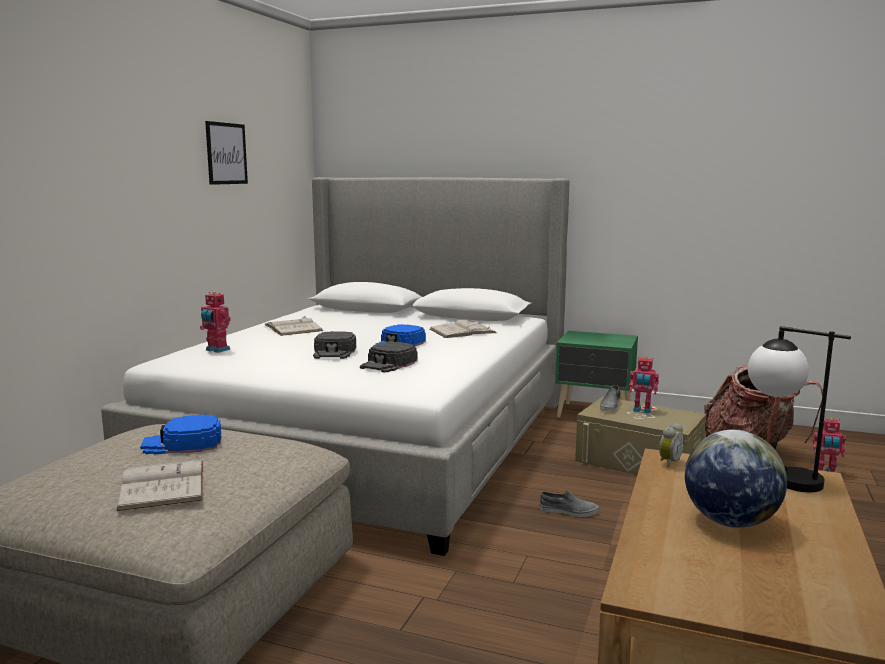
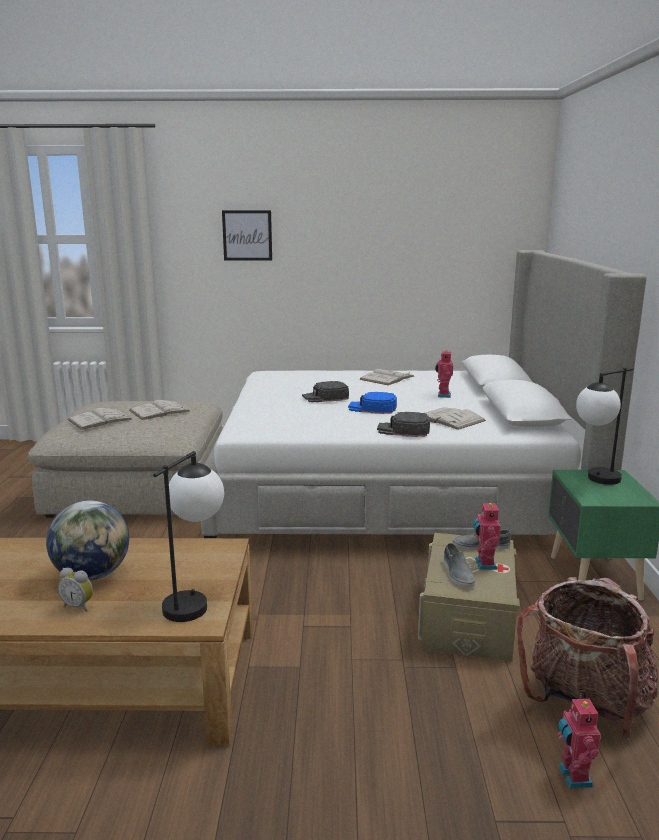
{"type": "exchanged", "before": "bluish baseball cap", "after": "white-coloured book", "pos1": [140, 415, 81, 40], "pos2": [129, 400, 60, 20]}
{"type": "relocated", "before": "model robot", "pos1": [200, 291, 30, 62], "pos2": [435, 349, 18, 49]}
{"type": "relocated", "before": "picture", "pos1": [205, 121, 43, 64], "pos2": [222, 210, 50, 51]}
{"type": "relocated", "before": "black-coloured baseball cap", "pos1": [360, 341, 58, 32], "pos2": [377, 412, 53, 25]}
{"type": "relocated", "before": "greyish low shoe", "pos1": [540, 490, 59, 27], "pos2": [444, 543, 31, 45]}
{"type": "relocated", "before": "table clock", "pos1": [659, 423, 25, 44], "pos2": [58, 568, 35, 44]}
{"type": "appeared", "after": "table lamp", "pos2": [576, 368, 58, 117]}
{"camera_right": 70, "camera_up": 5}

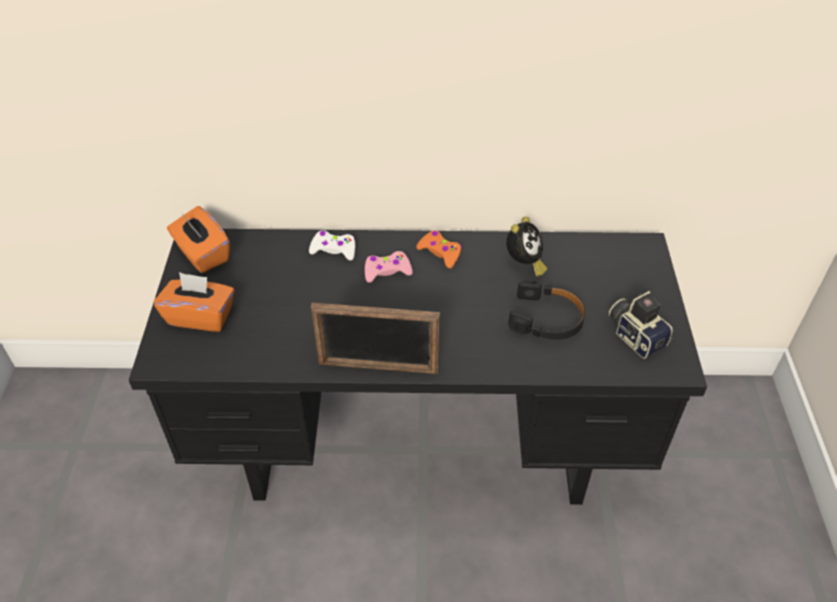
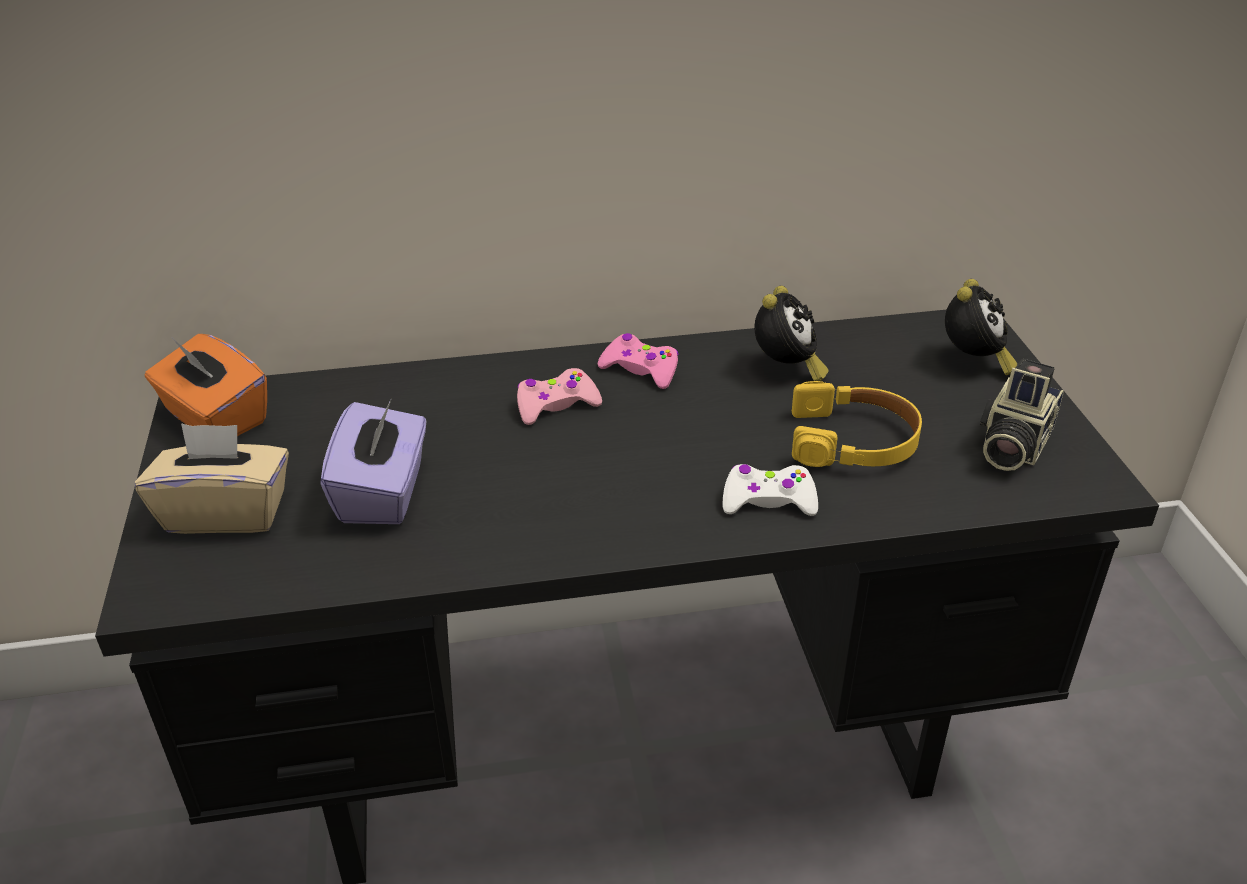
{"type": "colour", "before": "orange-coloured tissue holder", "after": "beige-coloured tissue holder", "pos1": [154, 272, 81, 60], "pos2": [134, 423, 155, 111]}
{"type": "relocated", "before": "white-coloured game controller", "pos1": [309, 230, 46, 31], "pos2": [722, 464, 96, 52]}
{"type": "missing", "before": "picture frame", "pos1": [311, 303, 129, 71]}
{"type": "colour", "before": "orange-coloured game controller", "after": "pinkish game controller", "pos1": [416, 230, 46, 39], "pos2": [598, 333, 81, 56]}
{"type": "colour", "before": "black-coloured headset", "after": "yellowish headset", "pos1": [508, 280, 78, 60], "pos2": [792, 381, 130, 86]}
{"type": "spun", "before": "photo camera", "pos1": [609, 291, 64, 68], "pos2": [980, 359, 84, 112], "turn": -105}
{"type": "appeared", "after": "purple tissue holder", "pos2": [320, 398, 106, 126]}
{"type": "appeared", "after": "table clock", "pos2": [945, 279, 72, 96]}
{"camera_right": -10, "camera_up": -10}

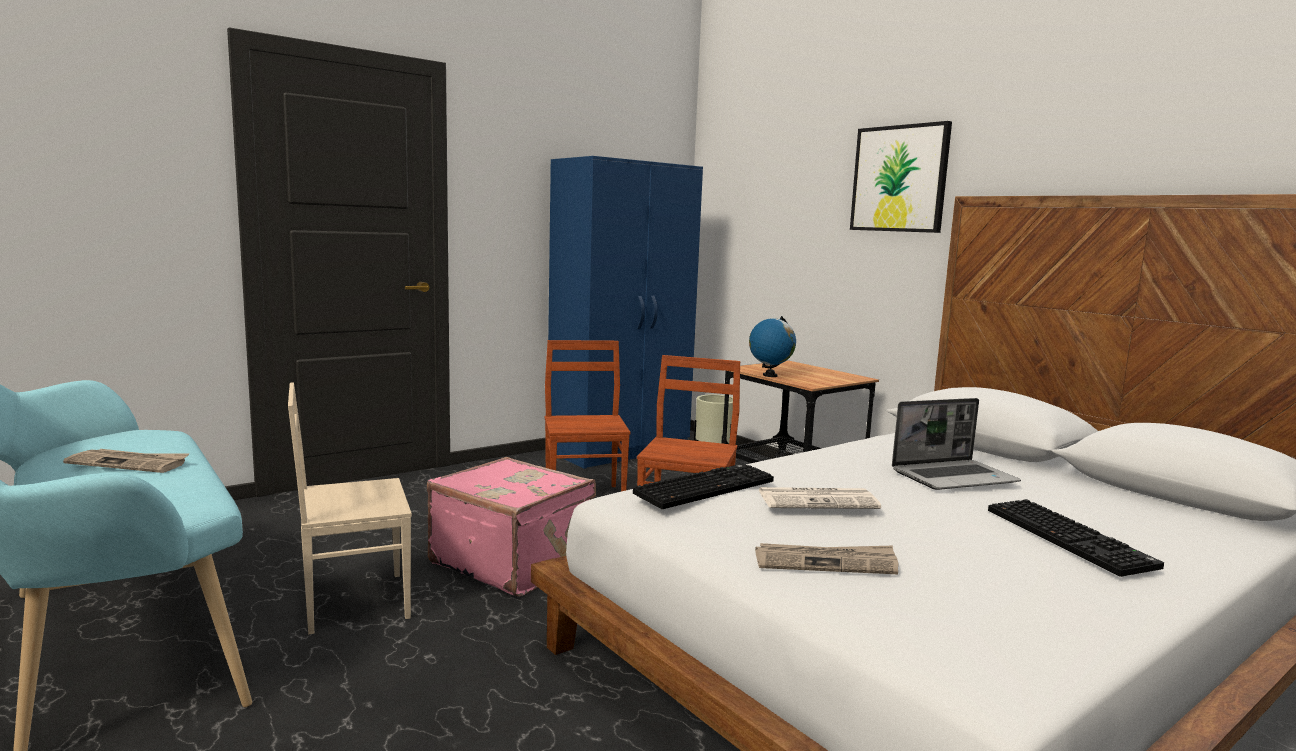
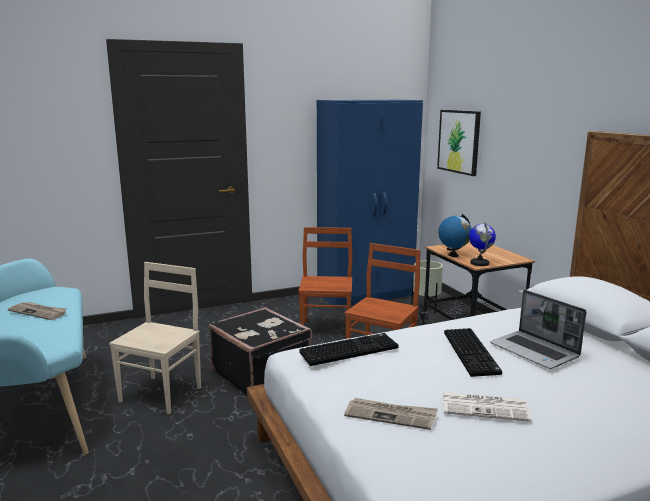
{"type": "spun", "before": "beige-coloured plain chair", "pos1": [288, 382, 124, 252], "pos2": [109, 262, 92, 152], "turn": 120}
{"type": "colour", "before": "pinkish suitcase", "after": "black-coloured suitcase", "pos1": [427, 457, 169, 139], "pos2": [209, 307, 103, 88]}
{"type": "relocated", "before": "newspaper", "pos1": [758, 487, 123, 22], "pos2": [443, 392, 88, 30]}
{"type": "relocated", "before": "picture", "pos1": [850, 121, 102, 112], "pos2": [437, 110, 44, 66]}
{"type": "spun", "before": "laptop", "pos1": [892, 398, 129, 92], "pos2": [490, 290, 96, 79], "turn": 60}
{"type": "relocated", "before": "keyboard", "pos1": [988, 499, 176, 78], "pos2": [444, 328, 58, 49]}
{"type": "appeared", "after": "globe", "pos2": [469, 223, 27, 43]}
{"camera_right": 15, "camera_up": 5}

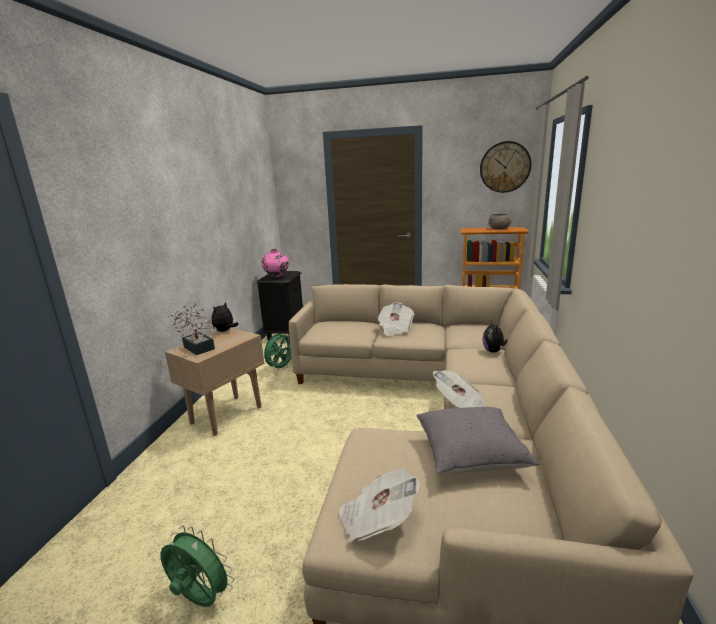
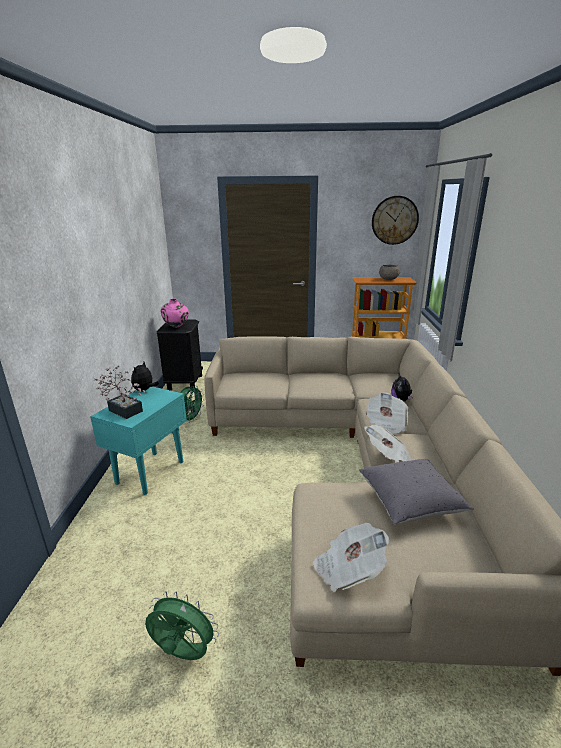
{"type": "colour", "before": "beige-coloured accent table", "after": "turquoise-coloured accent table", "pos1": [165, 327, 99, 109], "pos2": [90, 387, 97, 108]}
{"type": "relocated", "before": "newspaper", "pos1": [378, 302, 36, 34], "pos2": [366, 392, 42, 42]}
{"camera_right": -10, "camera_up": 5}

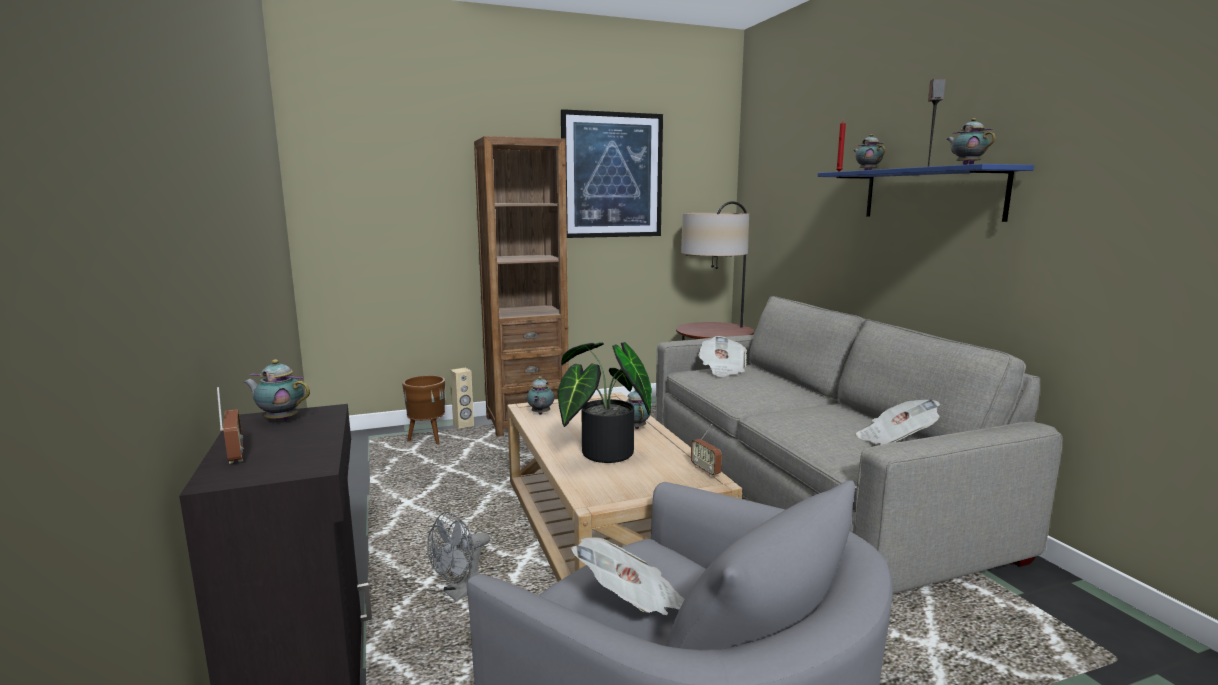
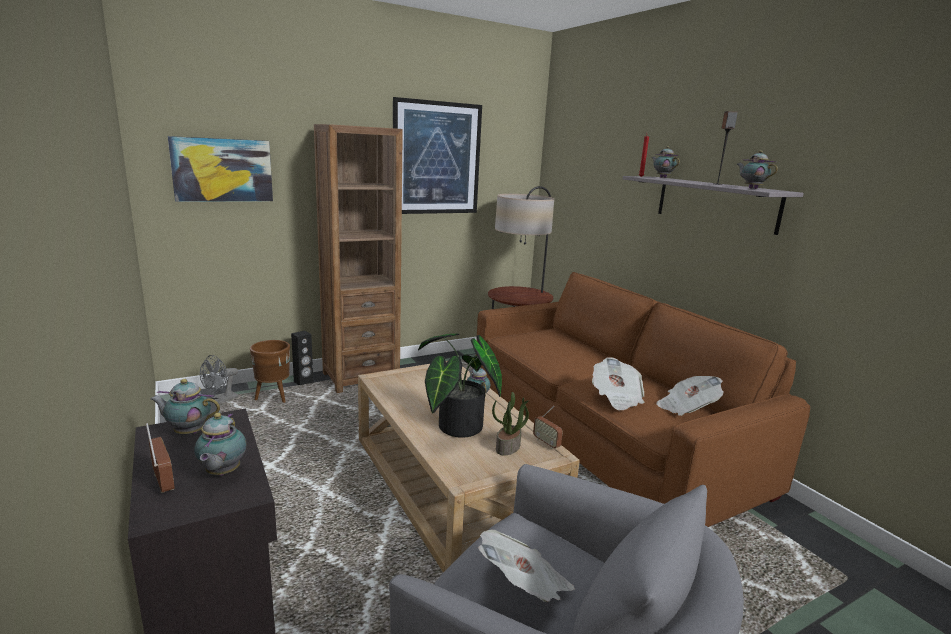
{"type": "relocated", "before": "greyish fan", "pos1": [427, 512, 63, 89], "pos2": [200, 355, 38, 49]}
{"type": "colour", "before": "beige-coloured speaker", "after": "black-coloured speaker", "pos1": [450, 368, 24, 60], "pos2": [291, 331, 22, 54]}
{"type": "relocated", "before": "tea pot", "pos1": [527, 376, 27, 39], "pos2": [194, 413, 53, 63]}
{"type": "colour", "before": "greyish settee", "after": "brown-coloured settee", "pos1": [656, 296, 407, 298], "pos2": [476, 272, 334, 255]}
{"type": "relocated", "before": "newspaper", "pos1": [698, 336, 49, 41], "pos2": [592, 357, 52, 54]}
{"type": "colour", "before": "bluish bracket shelf", "after": "greyish bracket shelf", "pos1": [818, 164, 216, 58], "pos2": [623, 176, 181, 59]}
{"type": "appeared", "after": "picture", "pos2": [168, 136, 105, 66]}
{"type": "appeared", "after": "potted plant", "pos2": [492, 392, 37, 63]}
{"camera_right": -10, "camera_up": 5}

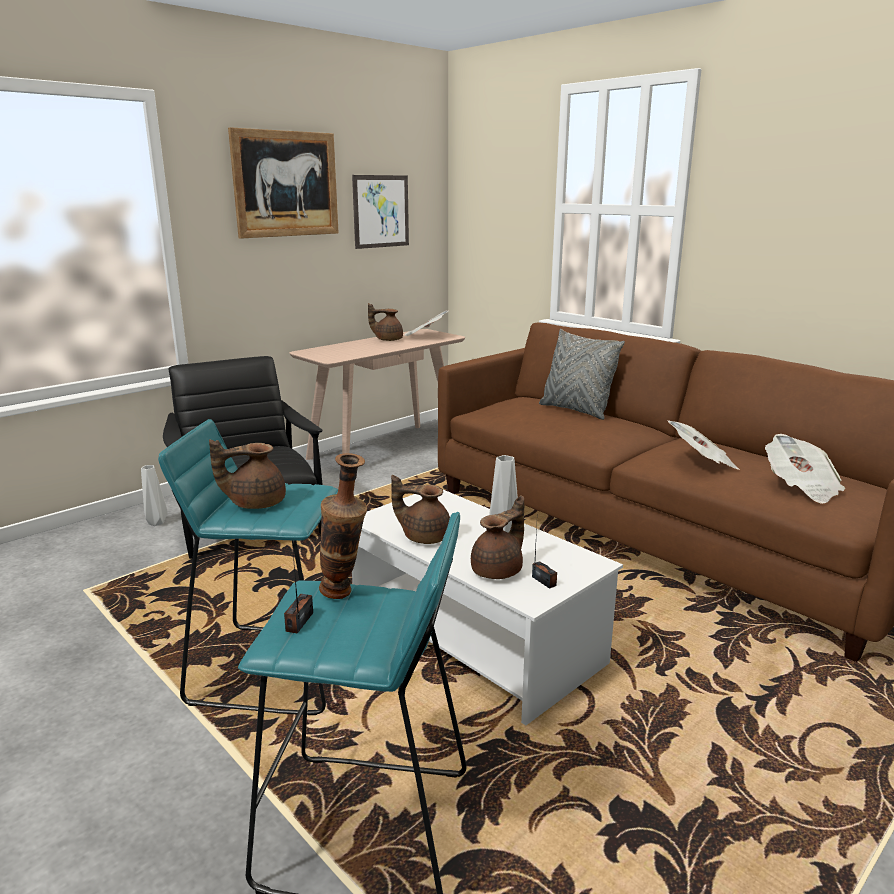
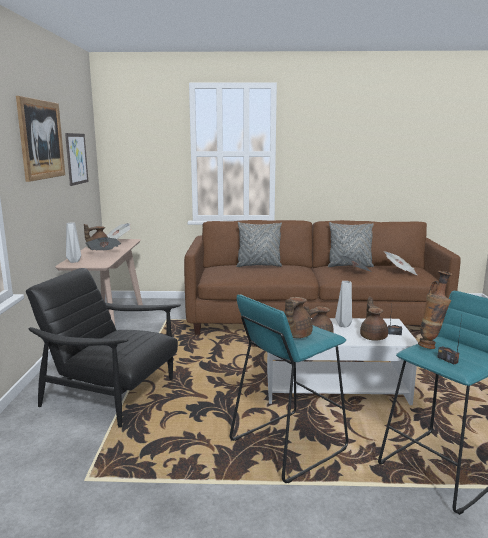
{"type": "relocated", "before": "greyish flower vase", "pos1": [141, 465, 27, 61], "pos2": [66, 222, 15, 41]}
{"type": "appeared", "after": "newspaper", "pos2": [85, 237, 36, 13]}
{"type": "appeared", "after": "greyish pillow", "pos2": [328, 222, 46, 45]}
{"camera_right": -45, "camera_up": -5}

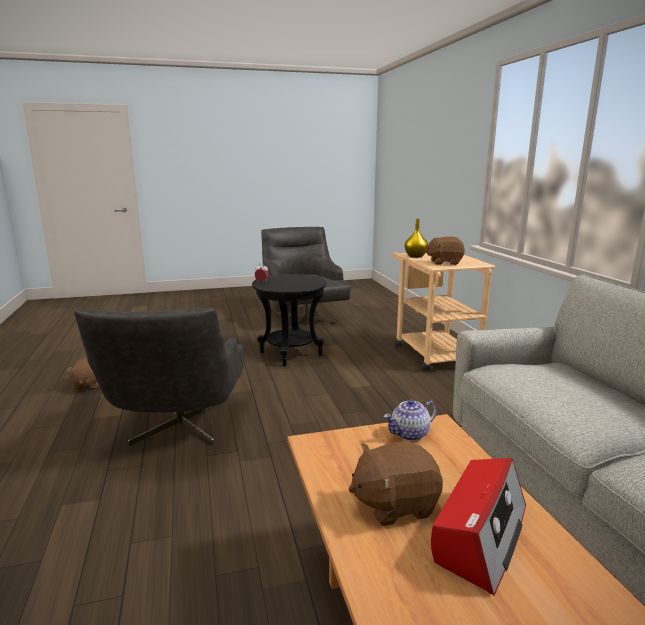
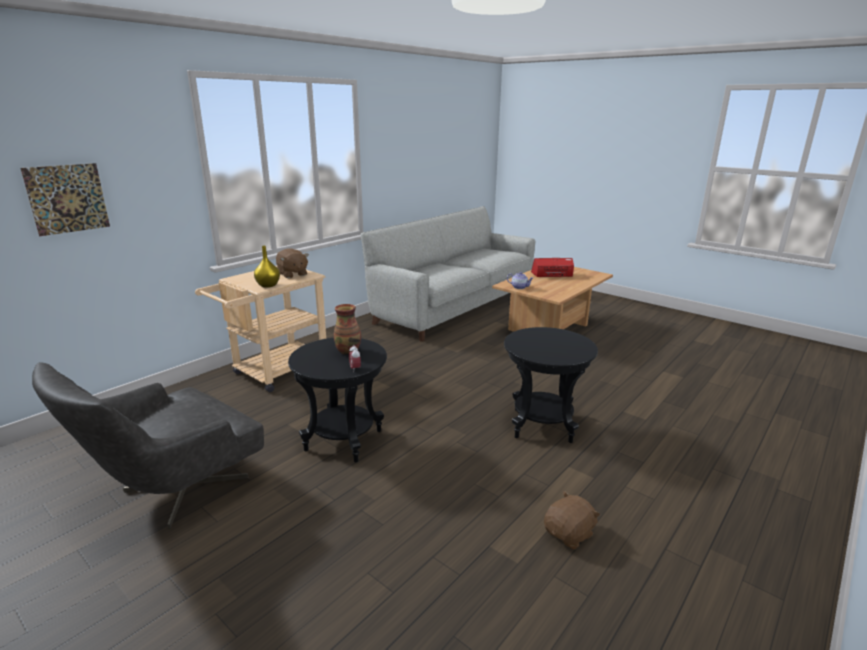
{"type": "exchanged", "before": "greyish easy chair", "after": "black-coloured accent table", "pos1": [74, 308, 170, 138], "pos2": [504, 327, 94, 116]}
{"type": "missing", "before": "brown-coloured plush toy", "pos1": [349, 441, 94, 85]}
{"type": "appeared", "after": "picture", "pos2": [21, 163, 89, 73]}
{"type": "appeared", "after": "flower vase", "pos2": [334, 304, 27, 51]}
{"camera_right": -125, "camera_up": 5}

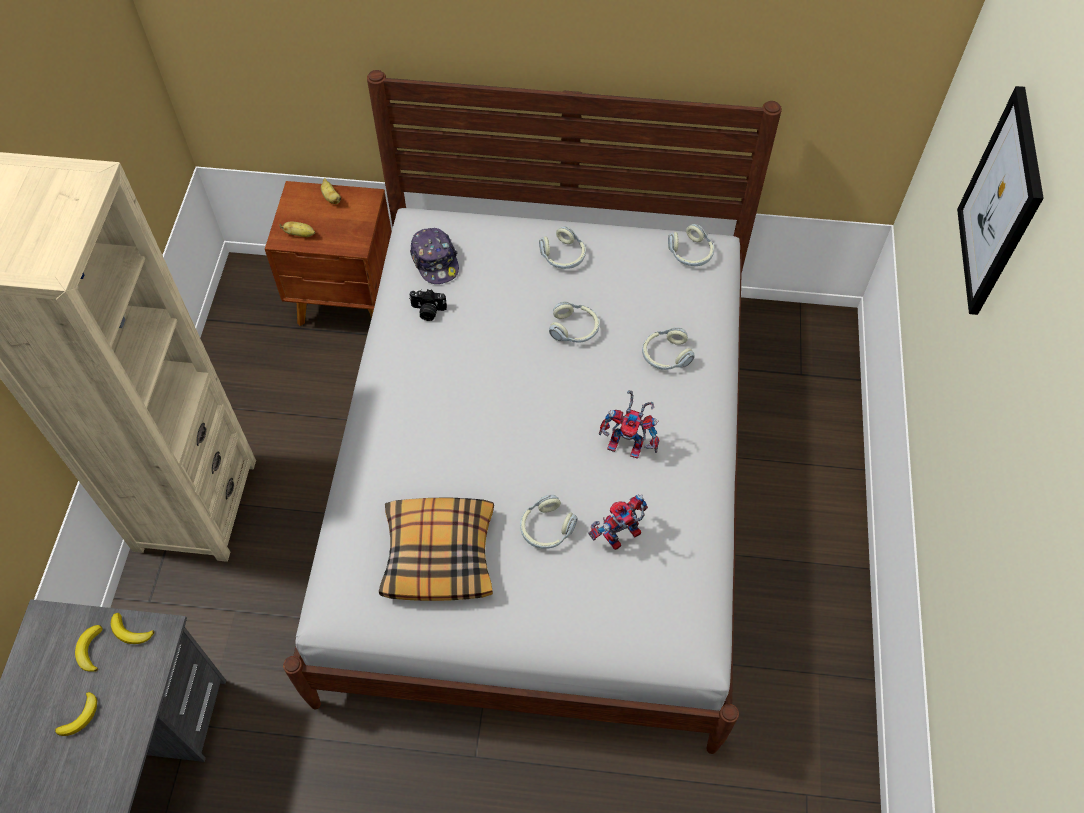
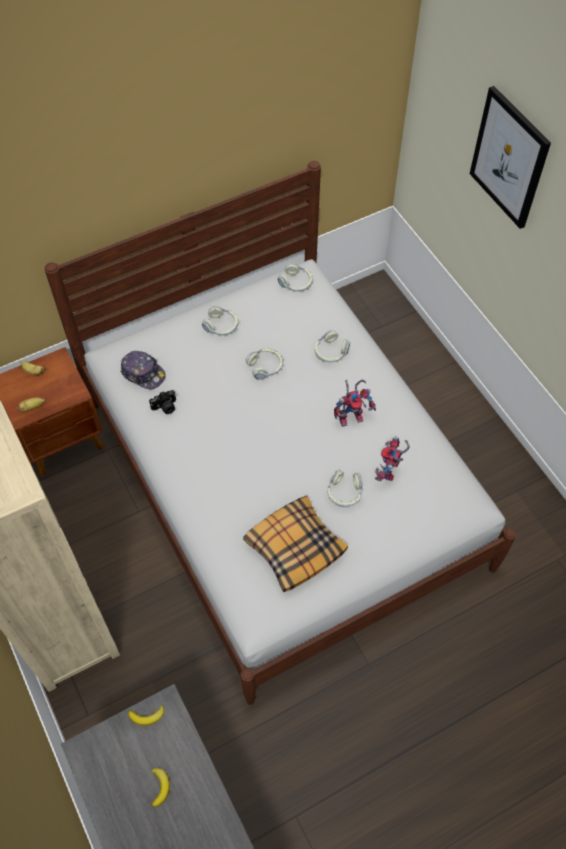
{"type": "missing", "before": "banana fruit", "pos1": [75, 625, 28, 47]}
{"camera_right": -35, "camera_up": 0}

